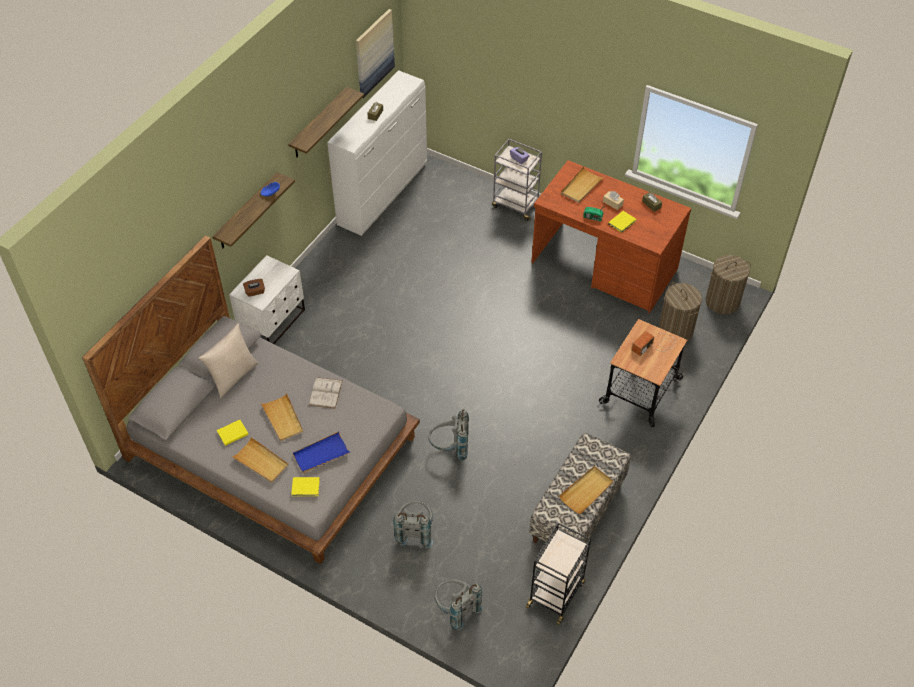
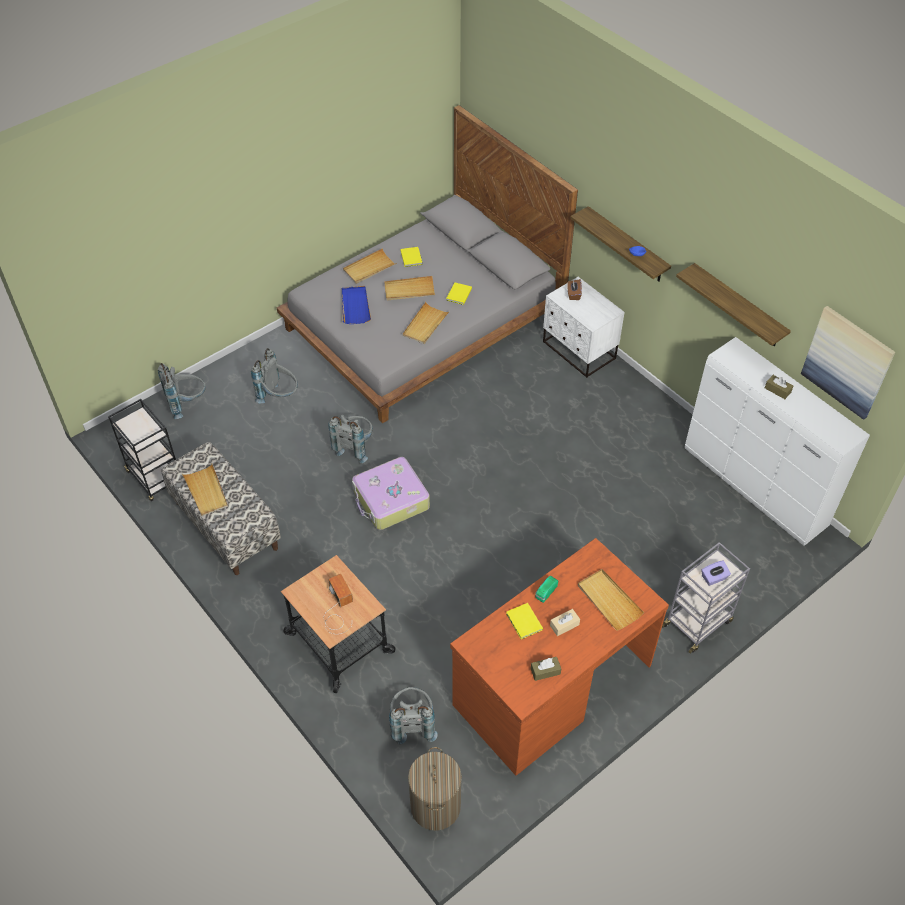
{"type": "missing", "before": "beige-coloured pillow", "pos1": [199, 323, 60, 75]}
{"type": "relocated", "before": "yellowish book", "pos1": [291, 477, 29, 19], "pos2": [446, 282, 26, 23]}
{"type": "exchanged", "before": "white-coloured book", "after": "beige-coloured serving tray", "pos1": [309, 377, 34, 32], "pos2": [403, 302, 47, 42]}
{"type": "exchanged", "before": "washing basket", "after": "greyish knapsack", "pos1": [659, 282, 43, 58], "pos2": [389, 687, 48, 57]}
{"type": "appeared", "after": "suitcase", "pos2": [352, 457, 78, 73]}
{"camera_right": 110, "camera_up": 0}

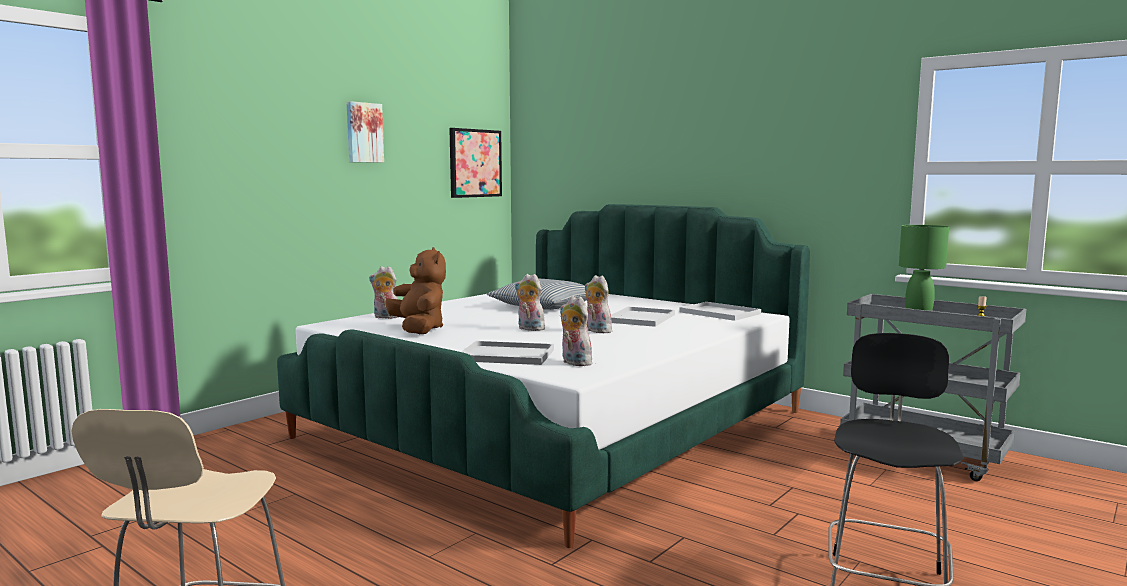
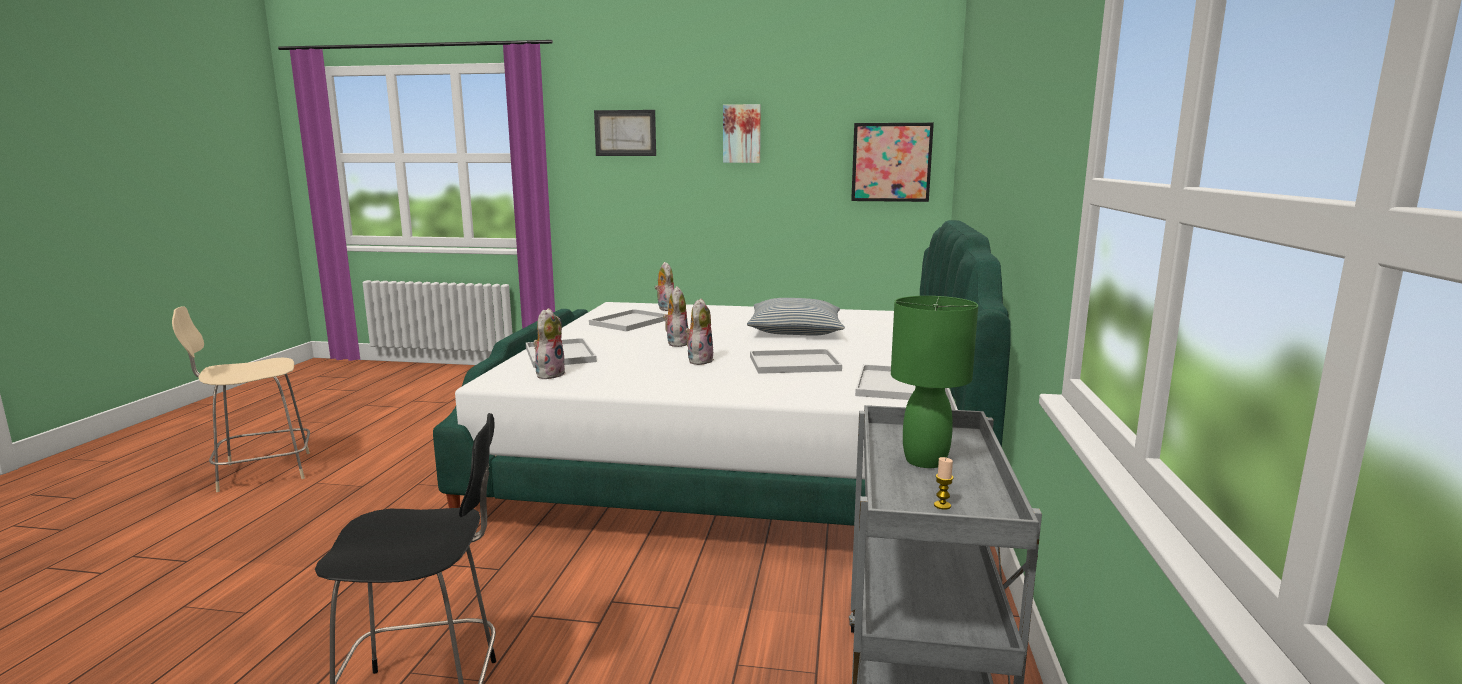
{"type": "exchanged", "before": "brown-coloured plush toy", "after": "white-coloured serving tray", "pos1": [385, 247, 61, 87], "pos2": [589, 309, 79, 22]}
{"type": "appeared", "after": "picture", "pos2": [594, 110, 62, 46]}
{"camera_right": 60, "camera_up": 5}

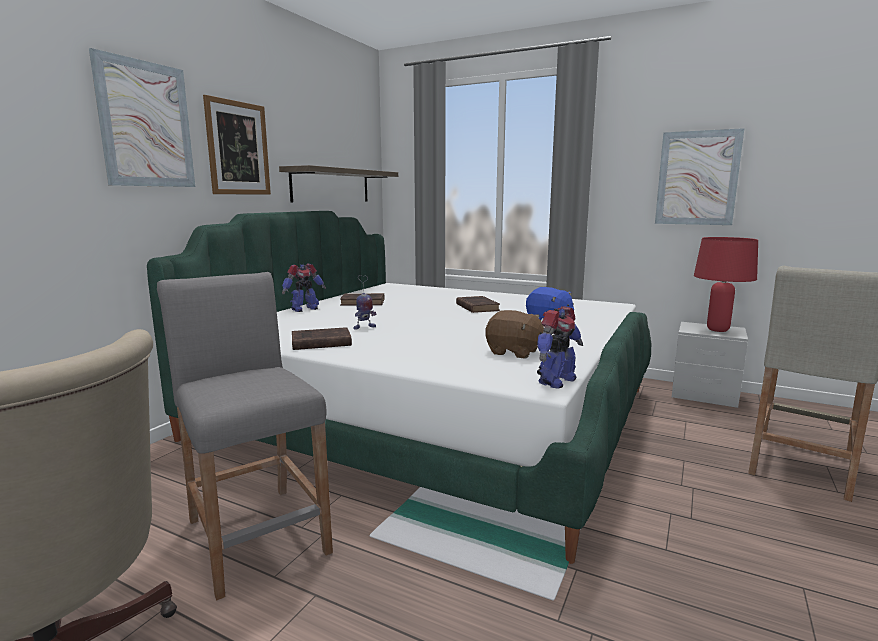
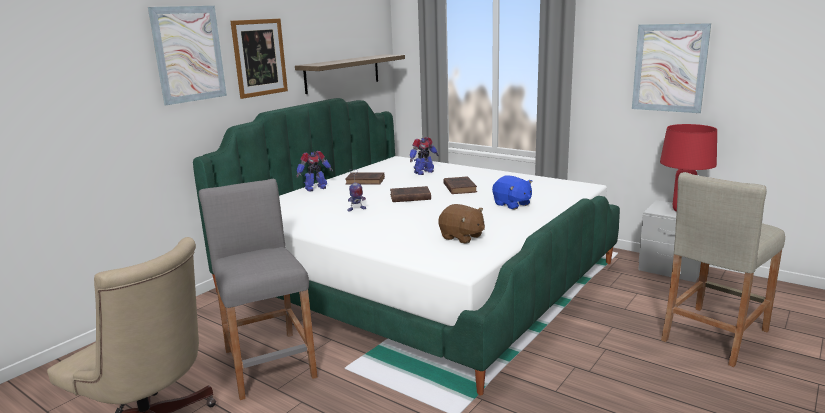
{"type": "relocated", "before": "brown-coloured book", "pos1": [292, 327, 60, 23], "pos2": [390, 186, 41, 16]}
{"type": "relocated", "before": "model robot", "pos1": [537, 306, 46, 83], "pos2": [410, 137, 29, 38]}
{"camera_right": 10, "camera_up": 5}

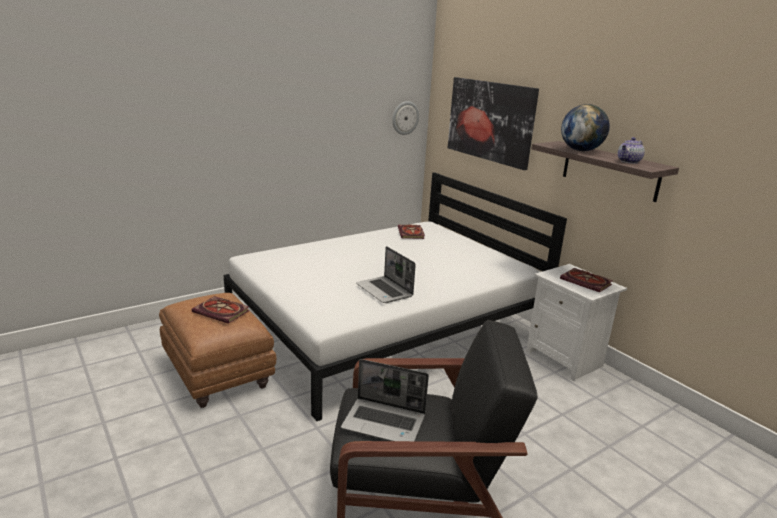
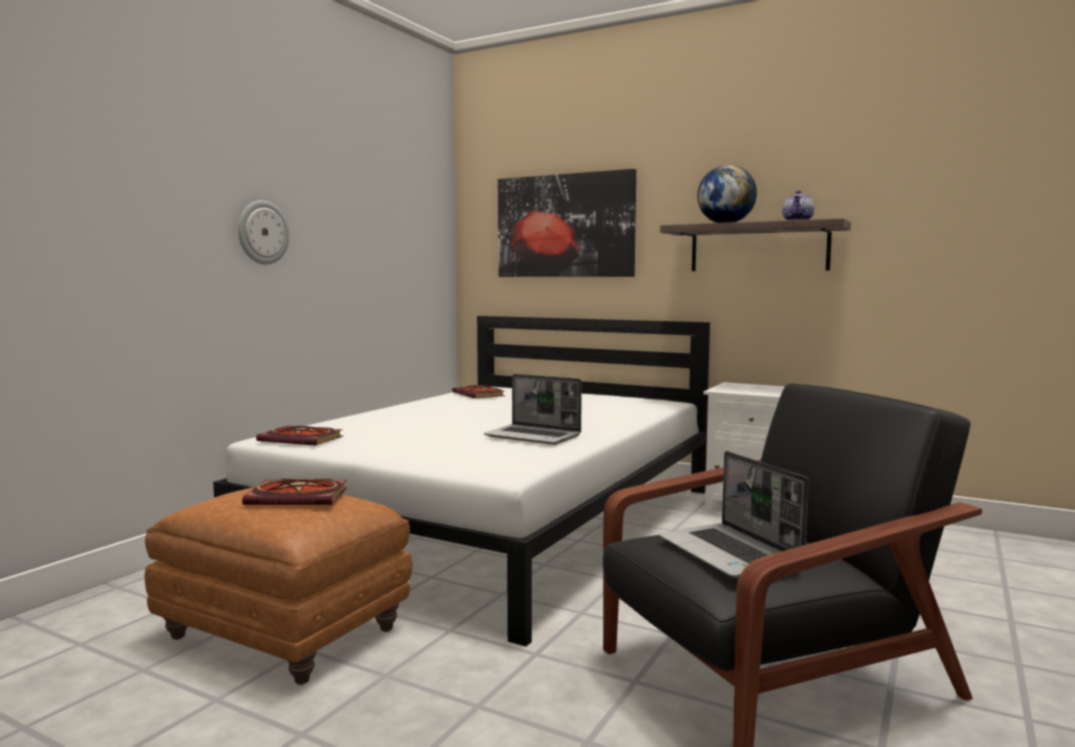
{"type": "spun", "before": "laptop", "pos1": [341, 359, 88, 82], "pos2": [658, 451, 151, 127], "turn": 75}
{"type": "relocated", "before": "clock on the wall", "pos1": [392, 101, 27, 34], "pos2": [238, 200, 51, 65]}
{"type": "relocated", "before": "book", "pos1": [560, 268, 53, 24], "pos2": [256, 426, 87, 20]}
{"camera_right": -25, "camera_up": -15}

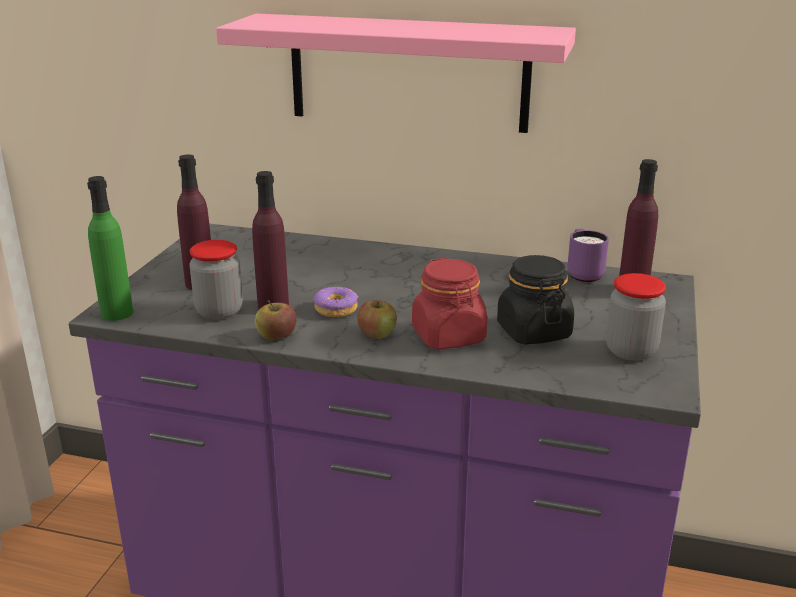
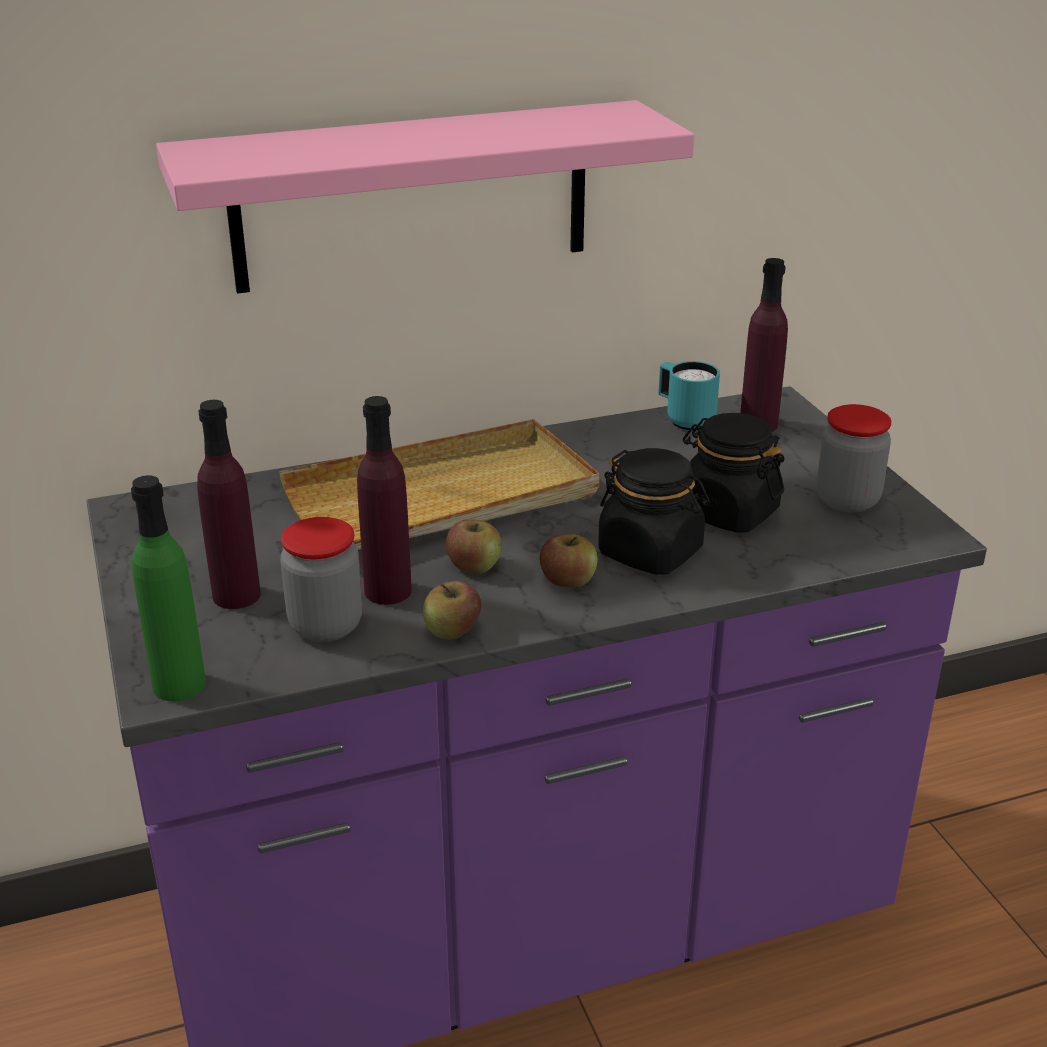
{"type": "exchanged", "before": "ring doughnut", "after": "whole apple", "pos1": [314, 287, 44, 30], "pos2": [446, 520, 56, 54]}
{"type": "colour", "before": "reddish jar", "after": "black-coloured jar", "pos1": [412, 257, 75, 92], "pos2": [598, 448, 112, 127]}
{"type": "colour", "before": "purple tea mug", "after": "turquoise-coloured tea mug", "pos1": [567, 229, 42, 54], "pos2": [658, 361, 62, 70]}
{"type": "appeared", "after": "beige-coloured serving tray", "pos2": [279, 419, 320, 131]}
{"camera_right": -35, "camera_up": 5}

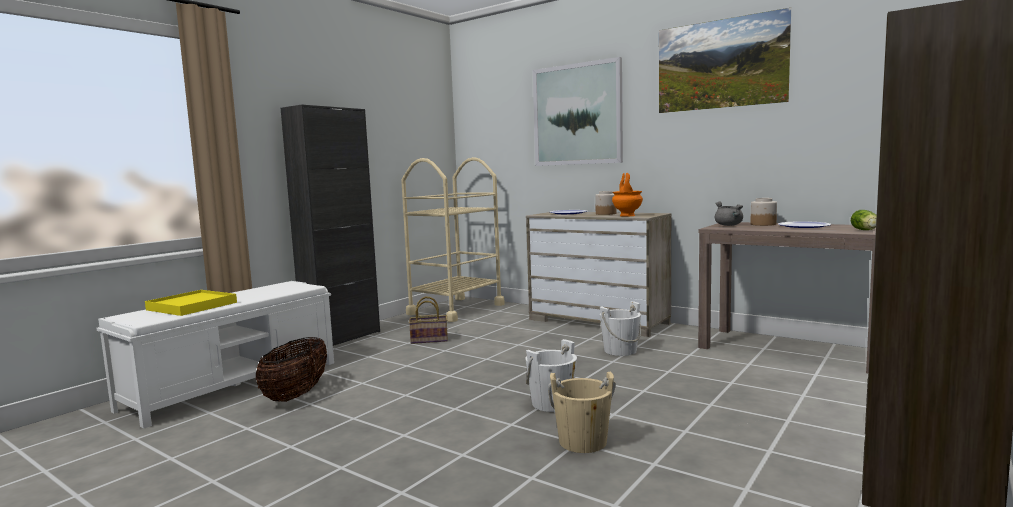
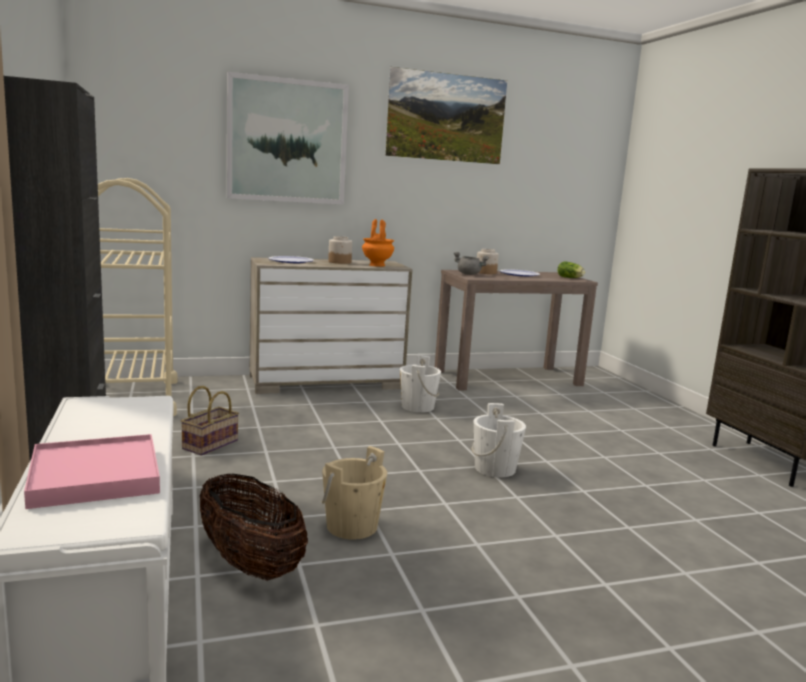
{"type": "colour", "before": "yellowish serving tray", "after": "pinkish serving tray", "pos1": [145, 290, 92, 26], "pos2": [24, 434, 136, 75]}
{"type": "relocated", "before": "beige-coloured bucket", "pos1": [548, 372, 68, 81], "pos2": [322, 446, 65, 94]}
{"camera_right": -55, "camera_up": 5}

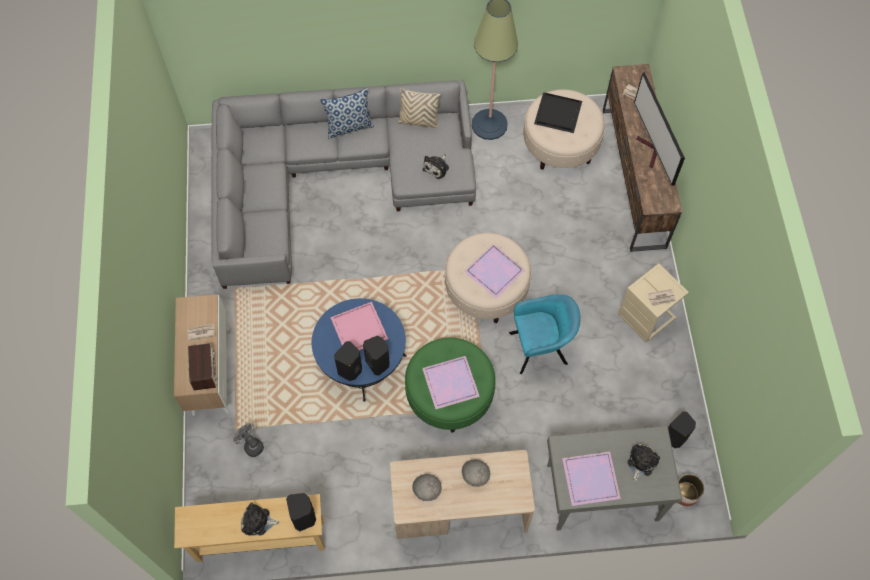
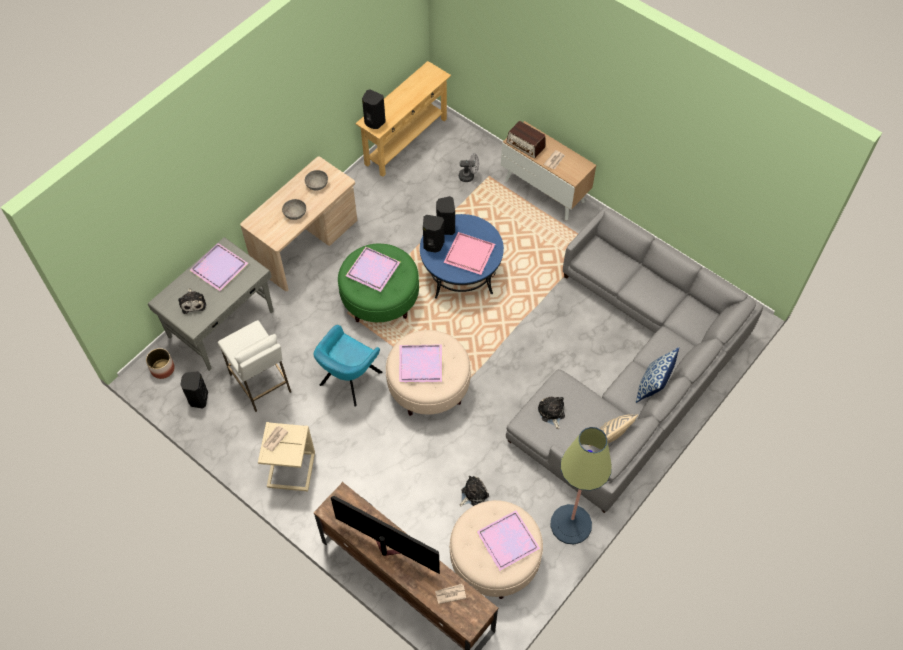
{"type": "relocated", "before": "plush toy", "pos1": [241, 502, 38, 34], "pos2": [460, 476, 29, 31]}
{"type": "colour", "before": "black-coloured serving tray", "after": "purple serving tray", "pos1": [534, 92, 48, 41], "pos2": [476, 510, 64, 61]}
{"type": "appeared", "after": "white-coloured sitting stool", "pos2": [218, 320, 73, 92]}
{"camera_right": 135, "camera_up": -5}

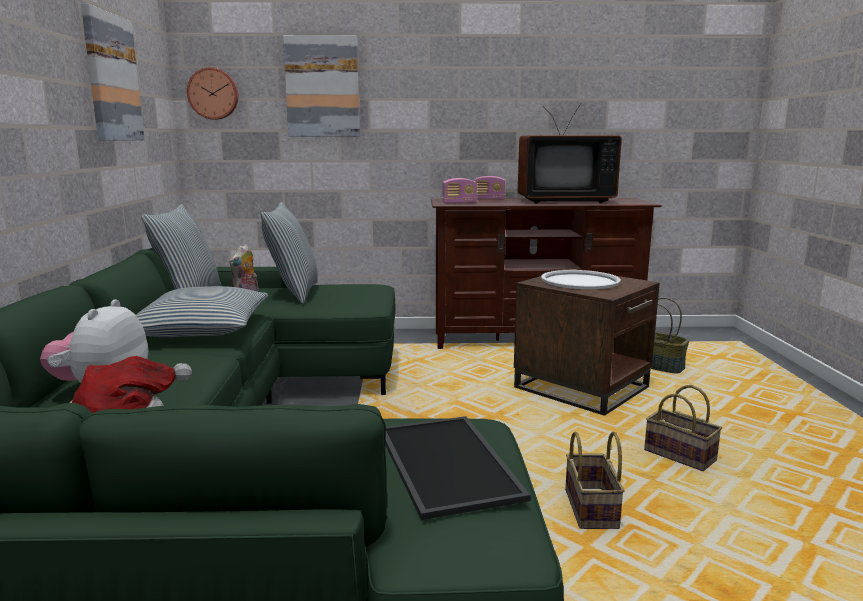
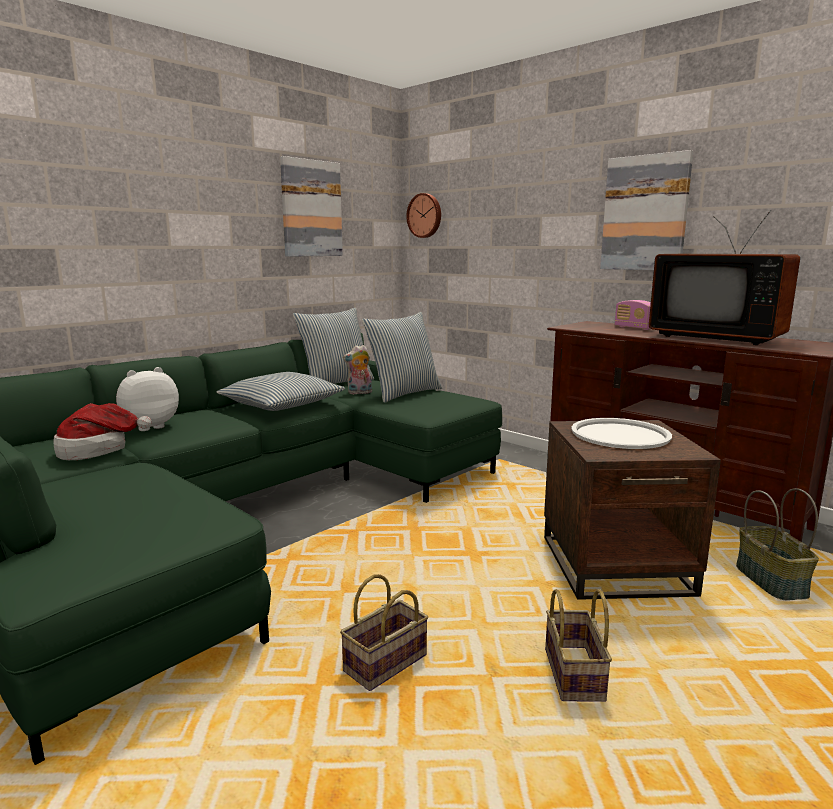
{"type": "relocated", "before": "picture", "pos1": [283, 35, 77, 102], "pos2": [600, 150, 93, 120]}
{"type": "missing", "before": "serving tray", "pos1": [385, 416, 146, 104]}
{"type": "missing", "before": "radio set", "pos1": [442, 178, 35, 26]}
{"camera_right": 45, "camera_up": 0}

